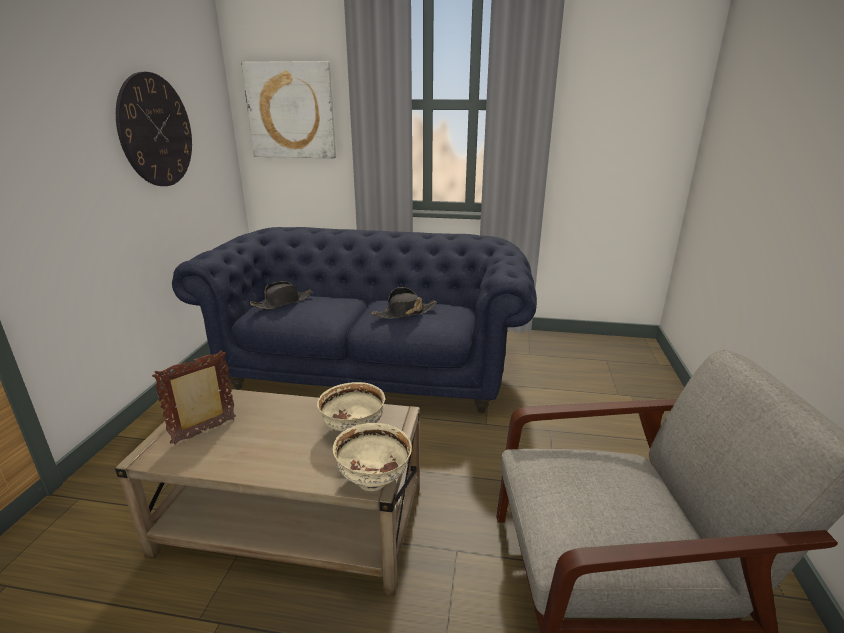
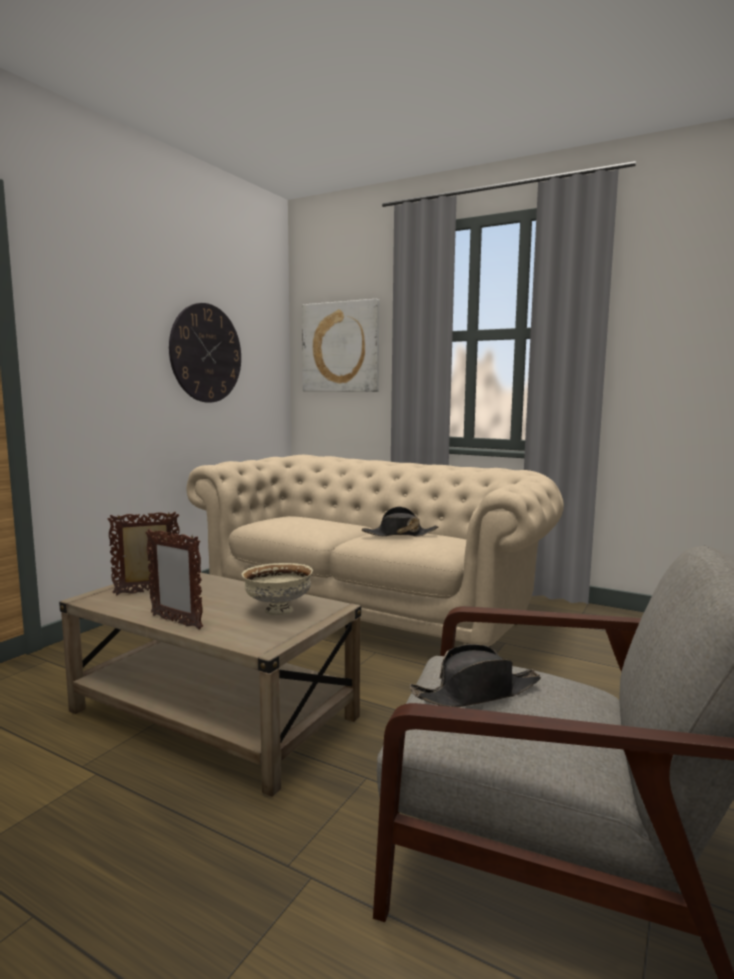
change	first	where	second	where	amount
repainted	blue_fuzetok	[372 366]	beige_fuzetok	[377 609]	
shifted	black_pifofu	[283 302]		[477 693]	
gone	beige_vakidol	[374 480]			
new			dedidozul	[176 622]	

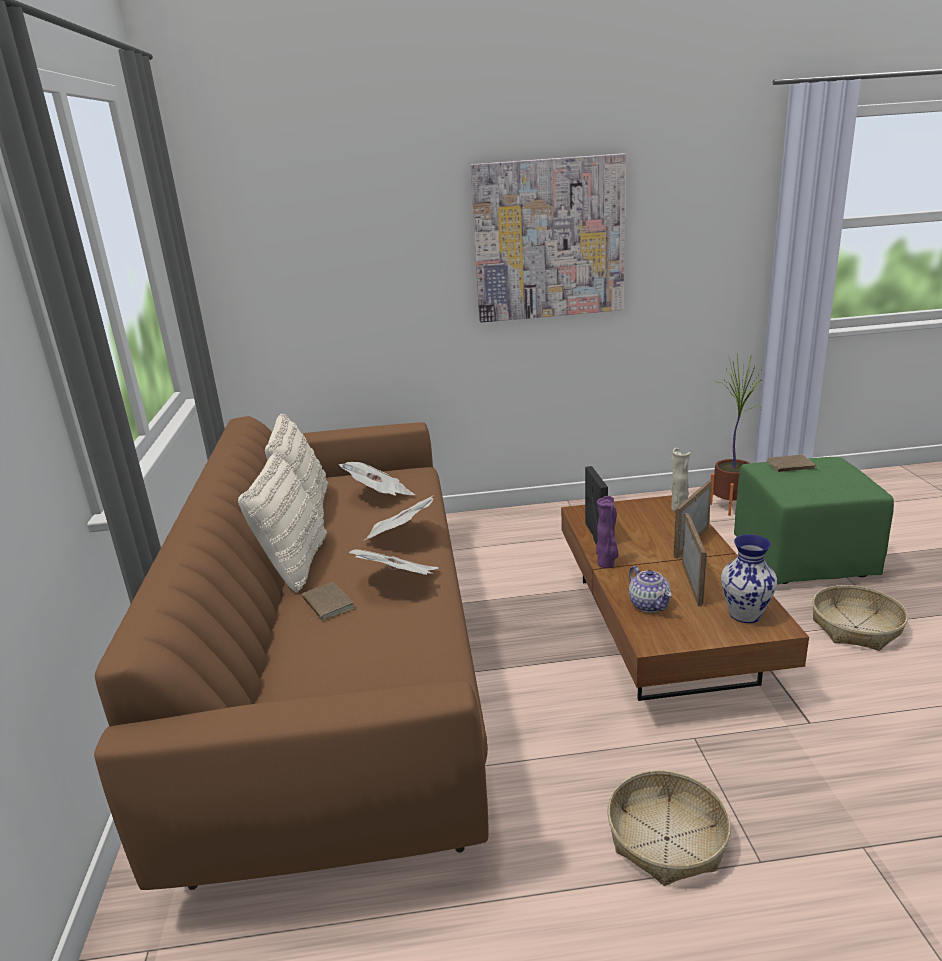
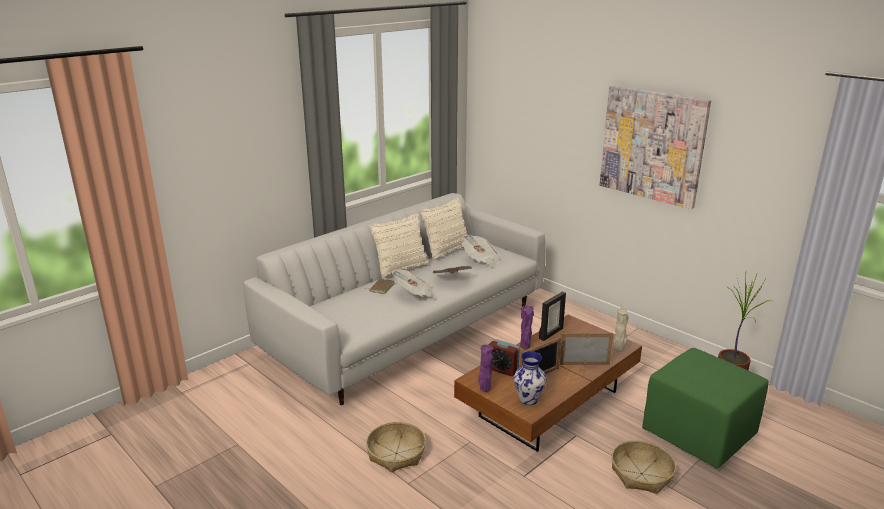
change	first	where	second	where	amount
repainted	brown_fuzetok	[343 669]	white_fuzetok	[408 331]	
swapped	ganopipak	[649 604]	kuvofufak	[502 369]	
gone	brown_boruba	[790 466]			
new			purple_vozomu	[484 389]	

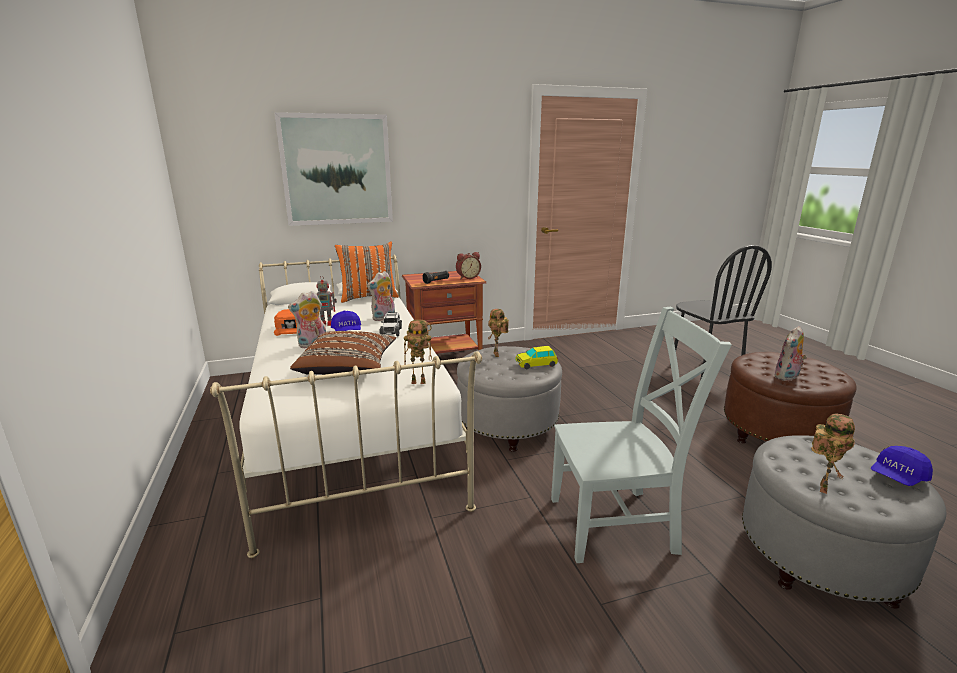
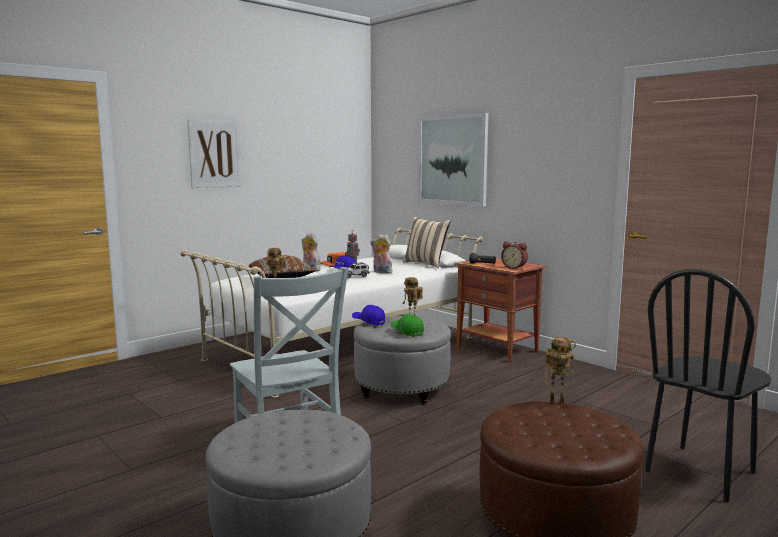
change	first	where	second	where	amount
repainted	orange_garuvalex	[368 297]	beige_garuvalex	[426 264]	
swapped	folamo	[536 364]	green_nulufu	[407 332]	
gone	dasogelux	[787 377]			
shifted	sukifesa	[820 487]		[557 401]	
shifted	blue_nulufu	[897 477]		[368 322]	
new			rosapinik	[215 154]	

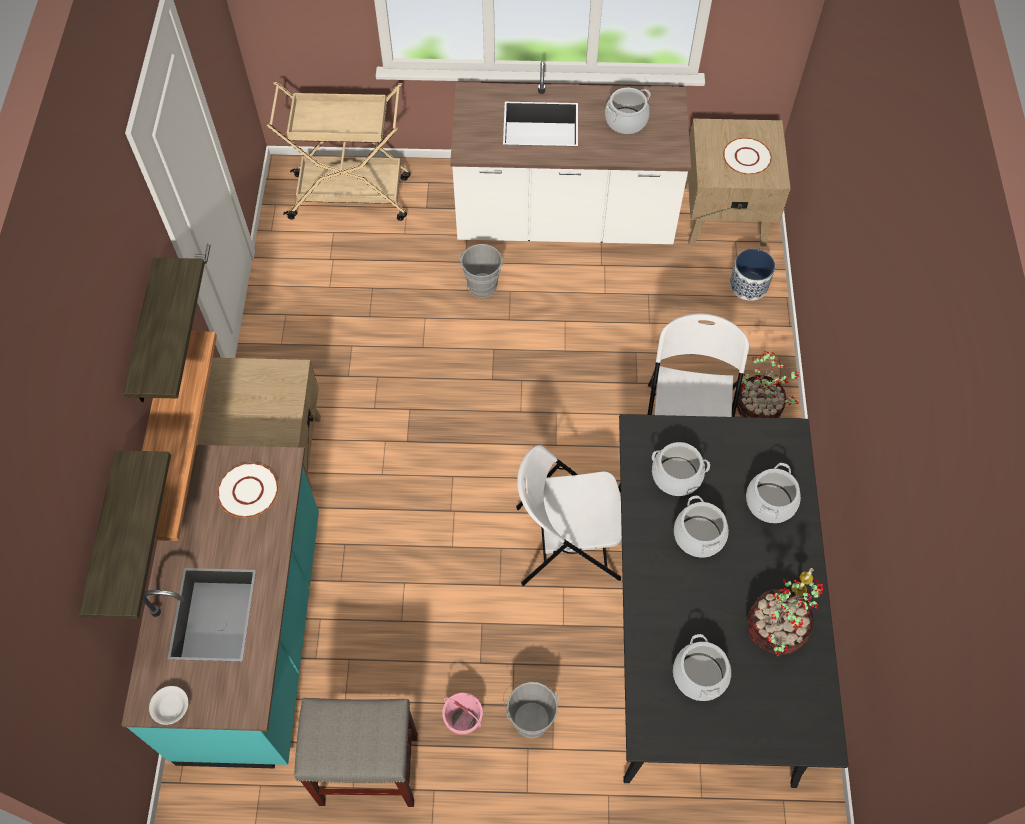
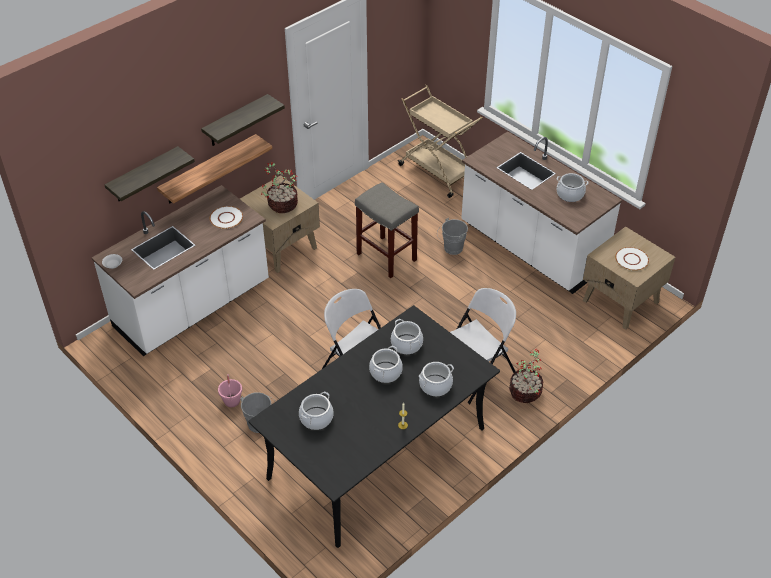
change	first	where	second	where	amount
repainted	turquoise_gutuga	[255 636]	white_gutuga	[193 306]	
shifted	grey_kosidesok	[367 770]		[385 257]	
gone	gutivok	[748 285]			
shifted	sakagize	[775 630]		[281 205]	

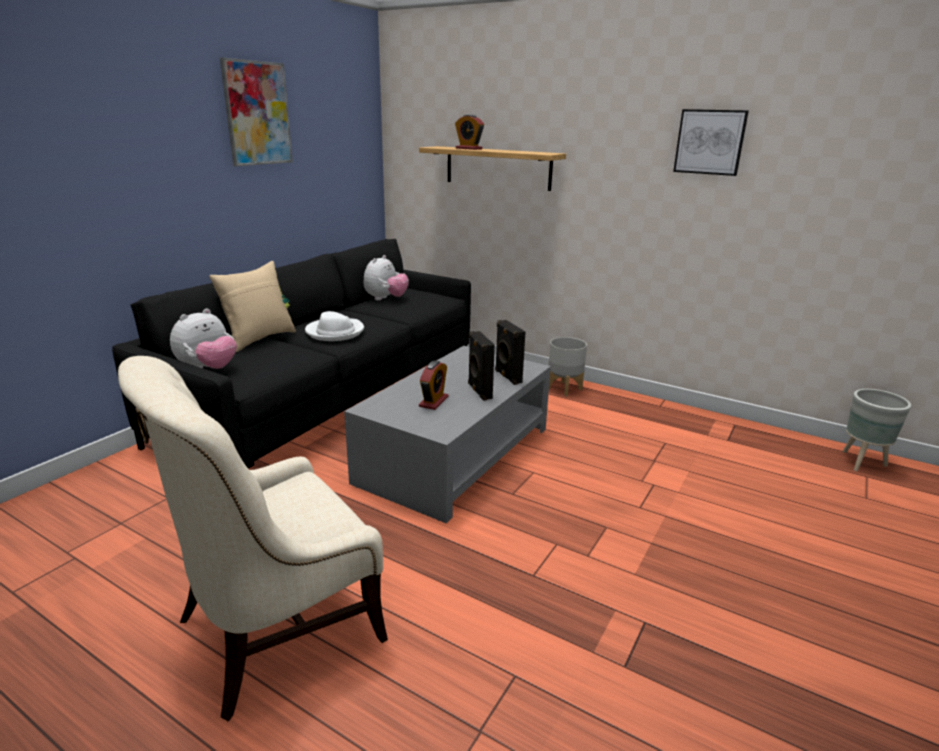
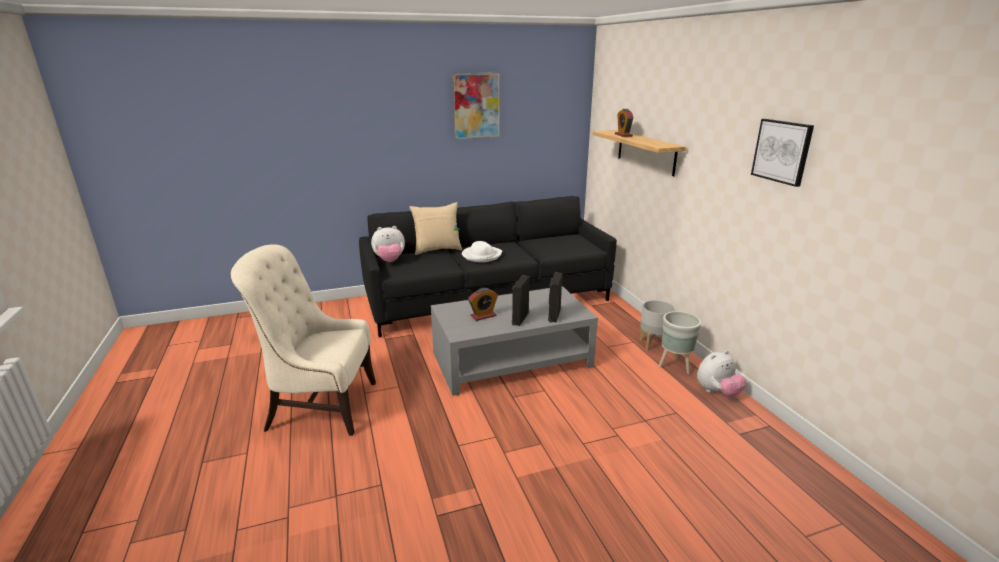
change	first	where	second	where	amount
shifted	dasogelux	[386 299]		[717 392]	
shifted	grey_gutivok	[862 463]		[674 366]	

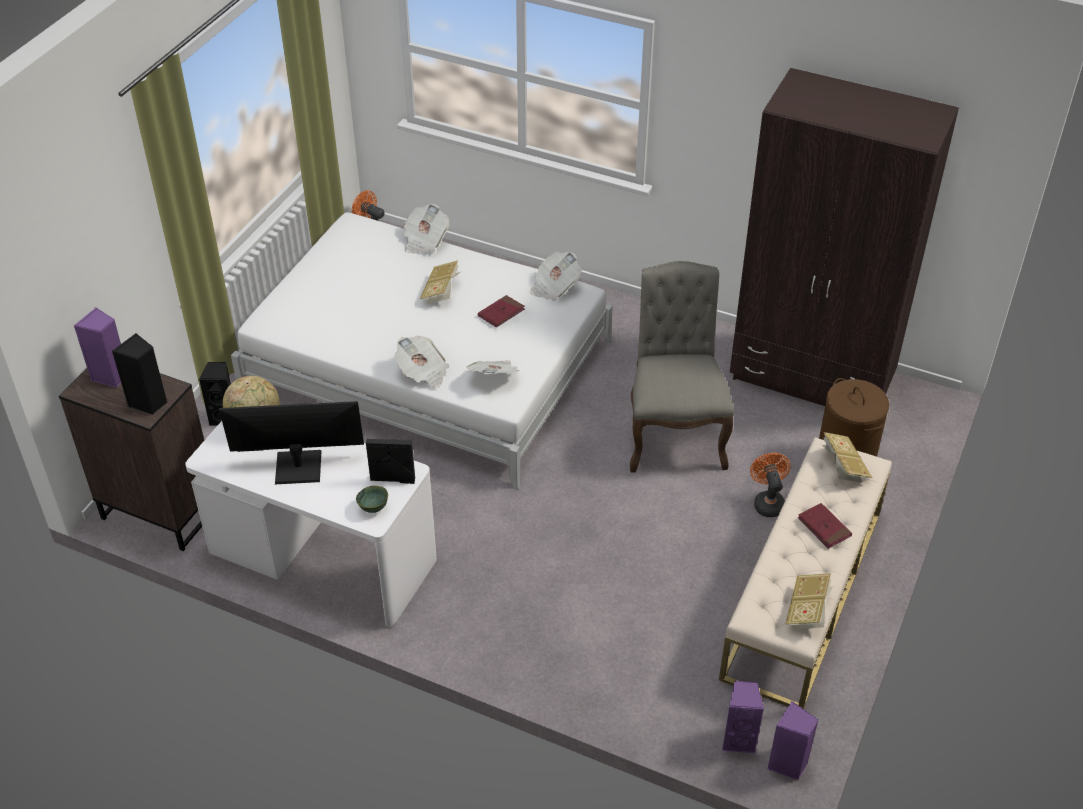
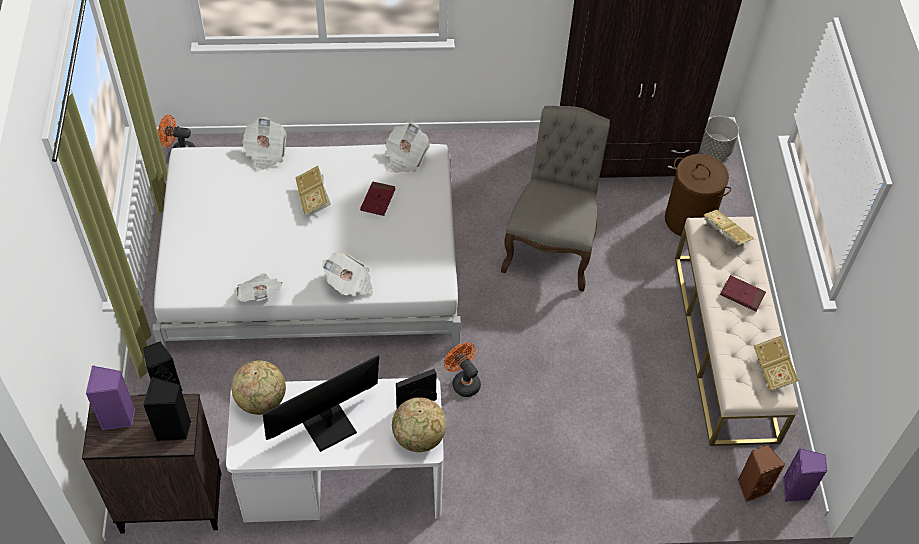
change	first	where	second	where	amount
swapped	green_vakidol	[373 509]	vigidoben	[419 437]	
shifted	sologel	[494 377]		[259 295]	
rotated	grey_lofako	[674 435]		[551 248]	45 degrees clockwise
repainted	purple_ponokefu	[738 739]	brown_ponokefu	[751 487]	
shifted	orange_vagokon	[767 502]		[463 381]	
new			grey_gutivok	[715 149]	

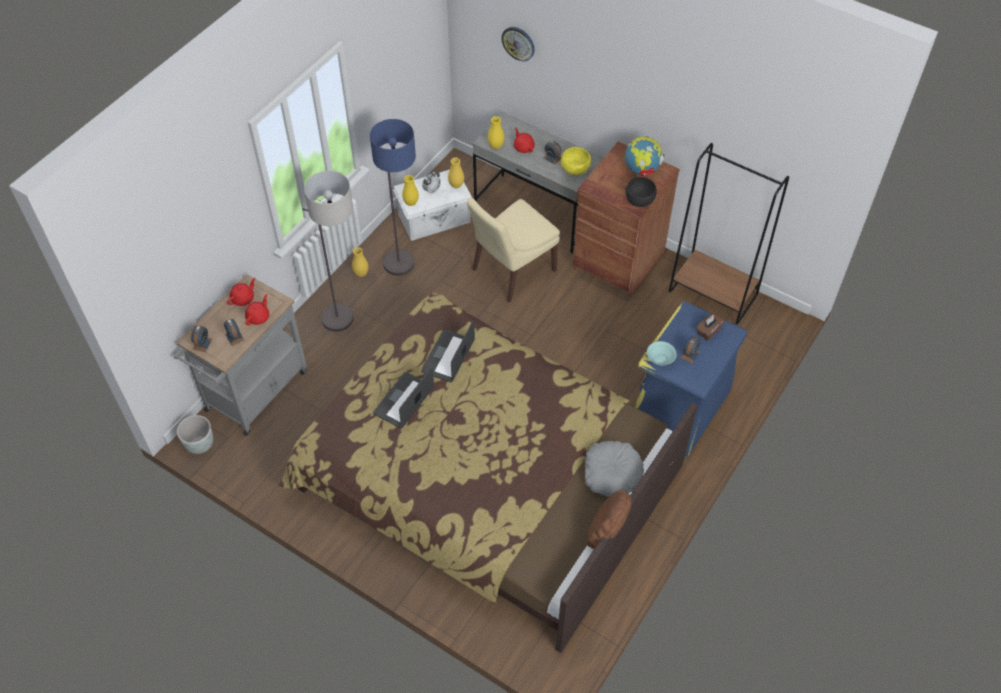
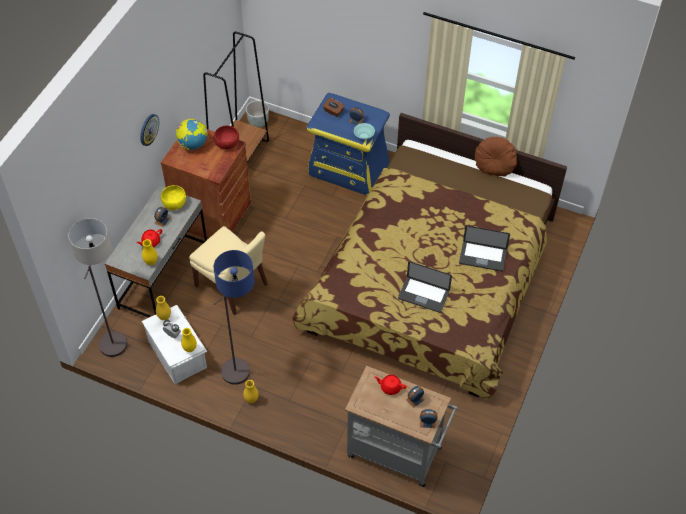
change	first	where	second	where	amount
shifted	grey_gutivok	[200 444]		[258 122]	
gone	red_ganopipak	[243 298]			
shifted	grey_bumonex	[346 321]		[116 337]	
shifted	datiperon	[448 356]		[482 257]	
shifted	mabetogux	[518 43]		[148 129]	
gone	grey_garuvalex	[613 474]			
repainted	black_vakidol	[639 200]	red_vakidol	[227 144]	

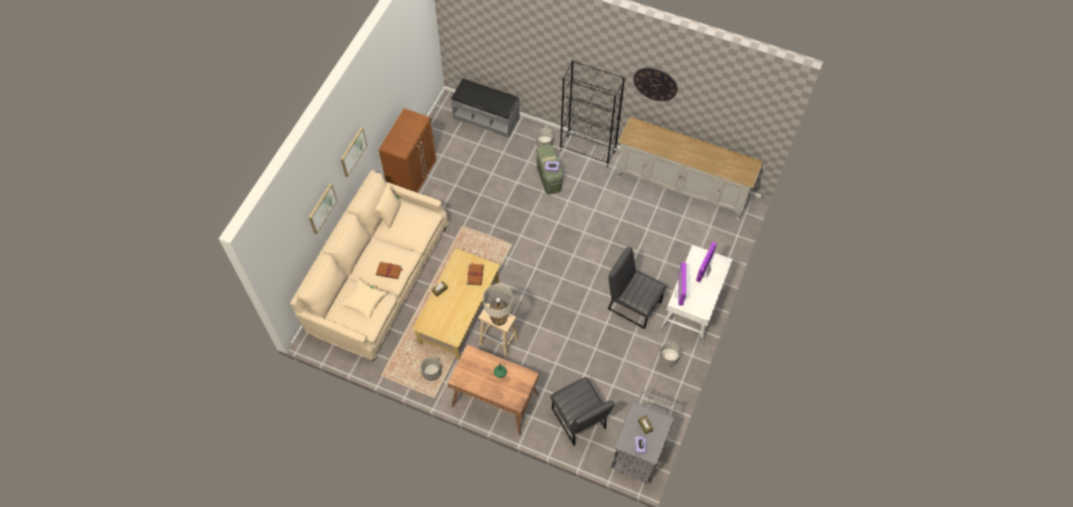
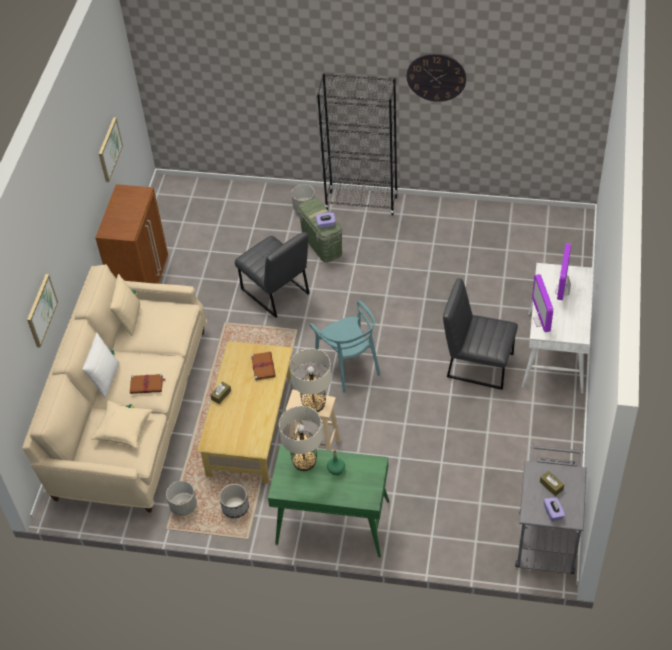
change	first	where	second	where	amount
shifted	rosapinik	[353 151]		[109 149]	
repainted	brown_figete	[495 401]	green_figete	[332 523]	
gone	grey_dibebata	[486 118]			
shifted	grey_lofako	[579 420]		[276 292]	
gone	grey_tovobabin	[681 188]			
shifted	grey_gutivok	[669 359]		[183 506]	
new			white_garuvalex	[105 379]	
new			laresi	[304 461]	
new			turquoise_lofako	[349 366]	

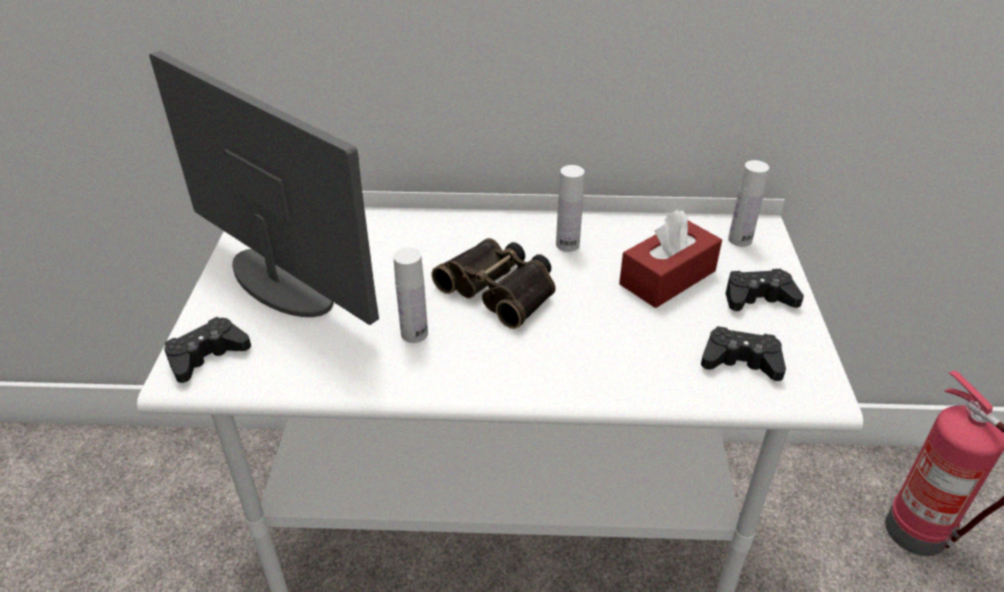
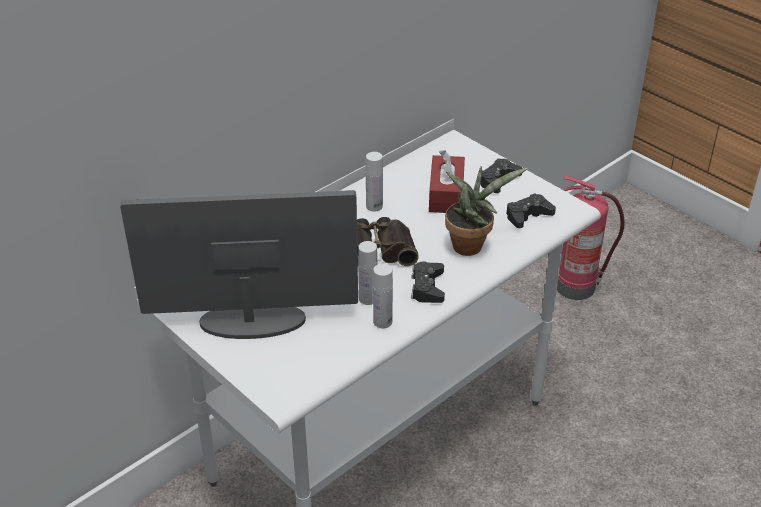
change	first	where	second	where	amount
shifted	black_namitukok	[207 356]		[427 287]	
shifted	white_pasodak	[740 239]		[382 321]	
new			sakagize	[470 244]	

